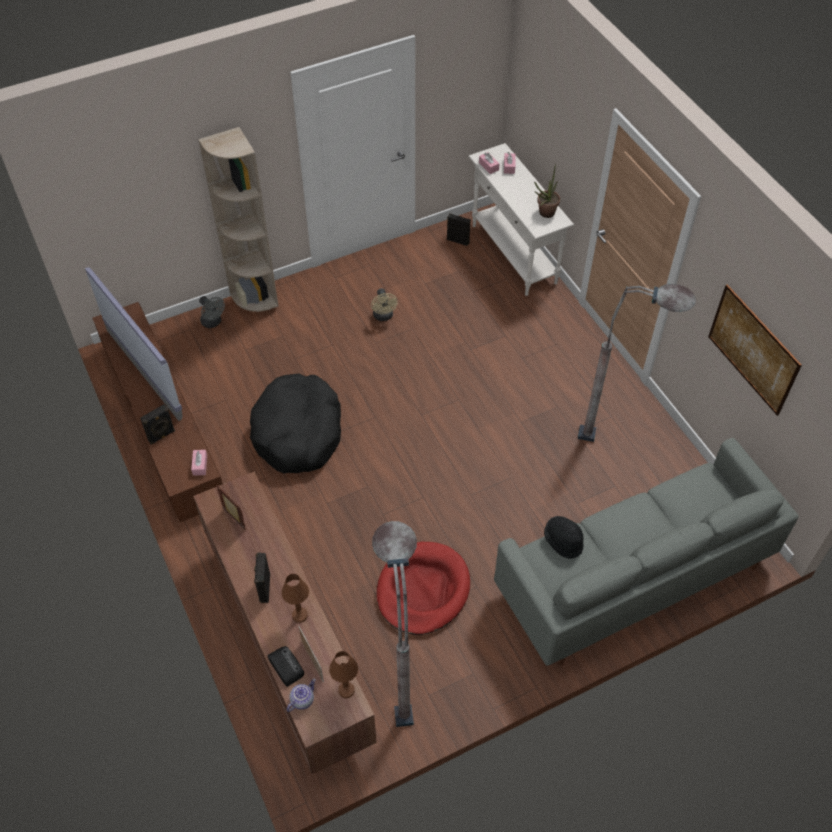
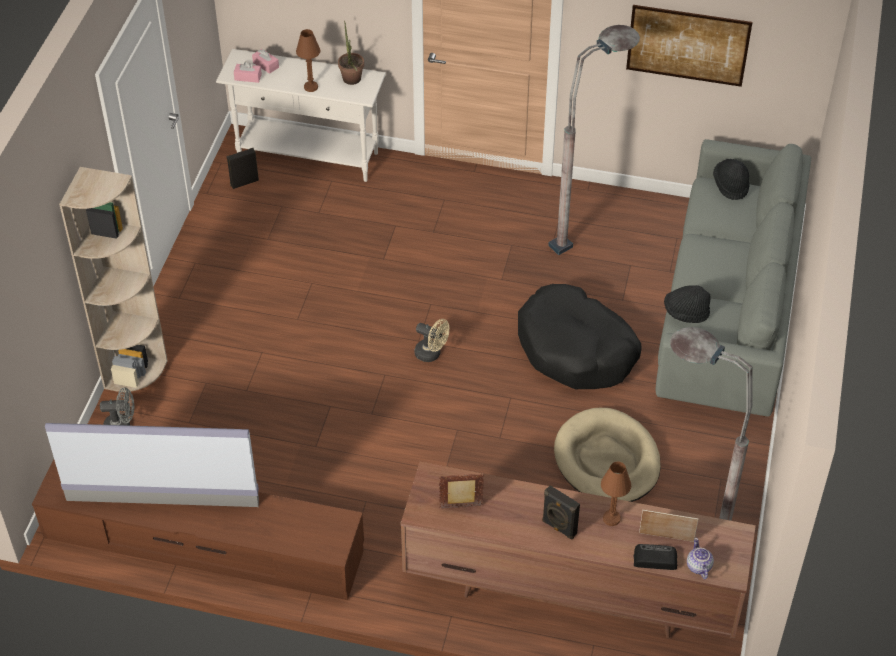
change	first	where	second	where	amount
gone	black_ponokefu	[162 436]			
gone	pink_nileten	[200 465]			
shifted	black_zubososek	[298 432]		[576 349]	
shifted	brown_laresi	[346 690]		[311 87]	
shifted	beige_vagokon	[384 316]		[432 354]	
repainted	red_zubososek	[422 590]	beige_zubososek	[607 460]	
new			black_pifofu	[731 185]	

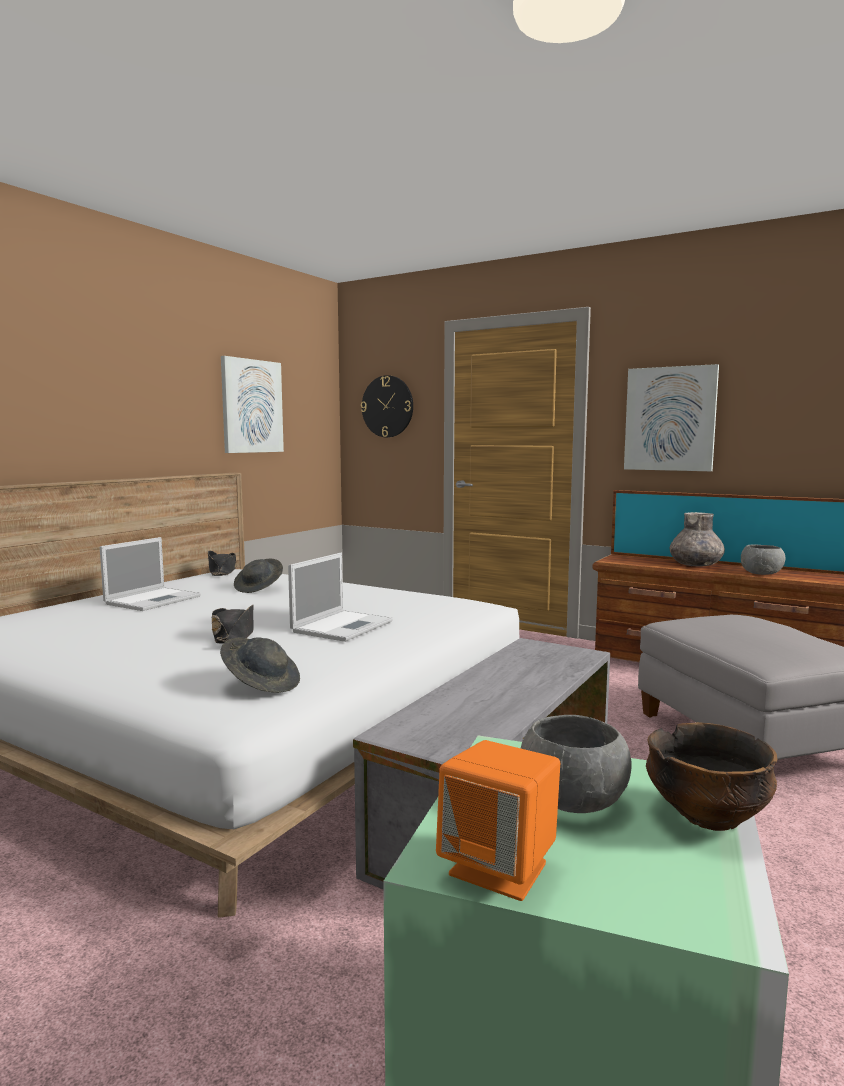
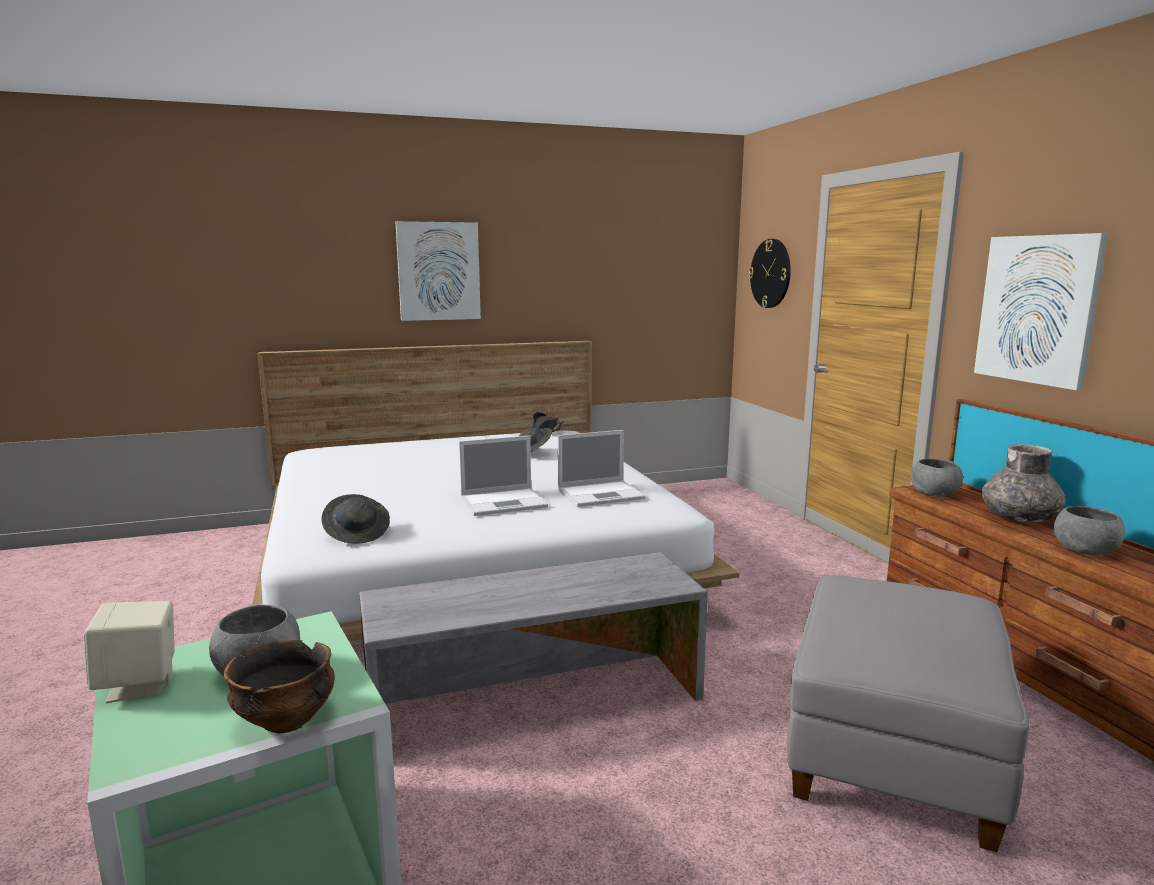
change	first	where	second	where	amount
shifted	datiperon	[154 599]		[602 494]	
gone	black_pifofu	[234 636]			
shifted	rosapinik	[251 406]		[438 271]	
repainted	orange_ponokefu	[500 868]	beige_ponokefu	[139 685]	
new			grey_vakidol	[933 494]	

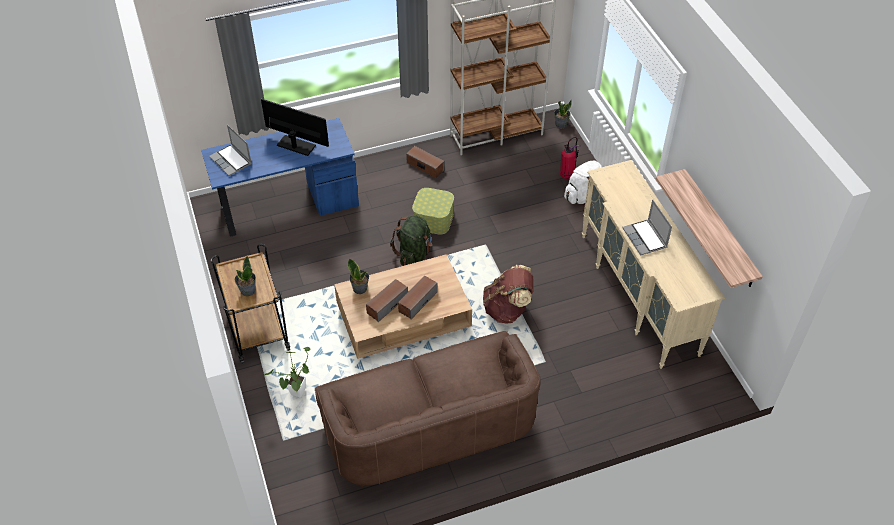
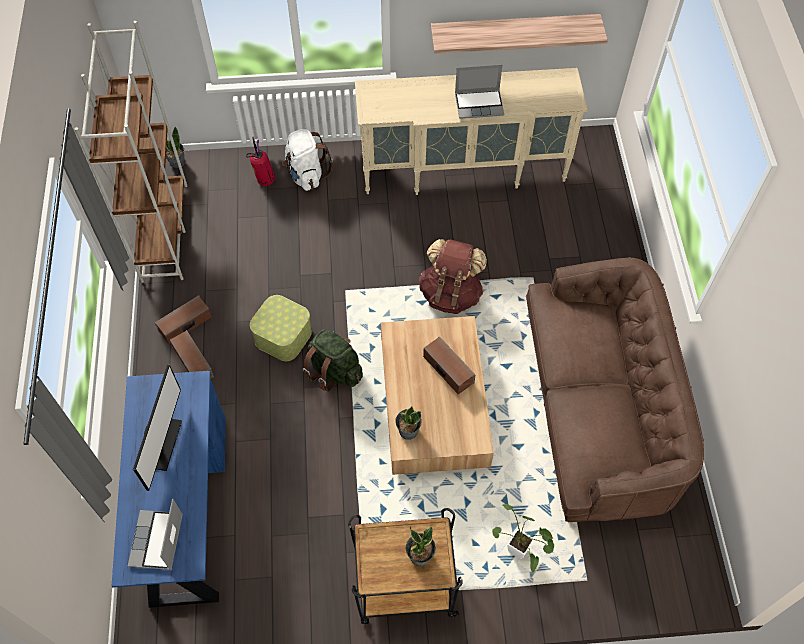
change	first	where	second	where	amount
rotated	datiperon	[231 161]		[157 541]	120 degrees clockwise
rotated	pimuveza	[296 145]		[162 443]	150 degrees clockwise
shifted	ponokefu	[387 304]		[193 362]	

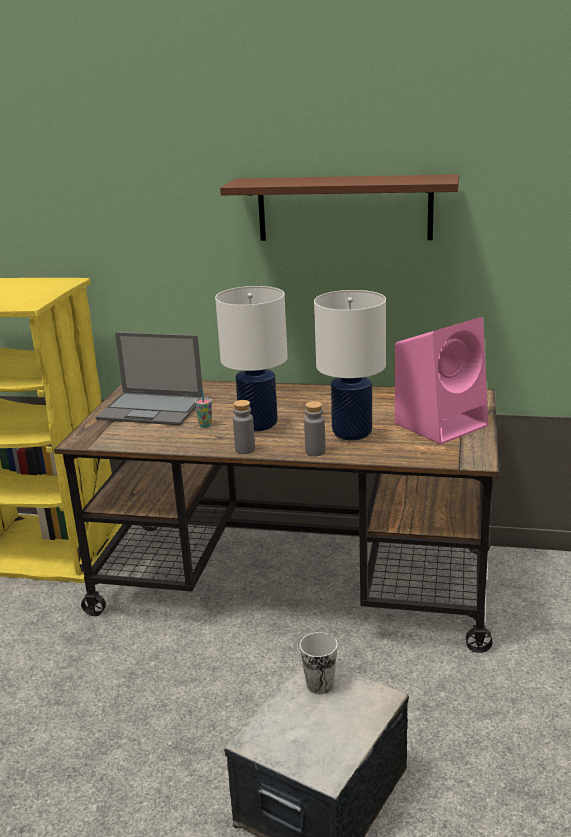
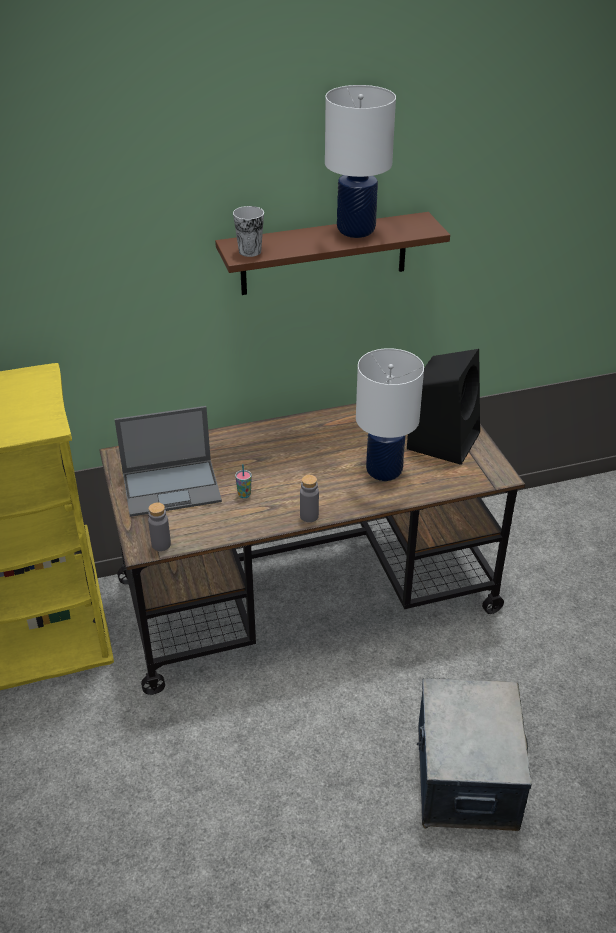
change	first	where	second	where	amount
shifted	white_laresi	[258 426]		[355 233]	
shifted	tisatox	[320 684]		[250 251]	
shifted	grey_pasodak	[315 452]		[161 544]	
repainted	pink_ponokefu	[442 423]	black_ponokefu	[443 439]	

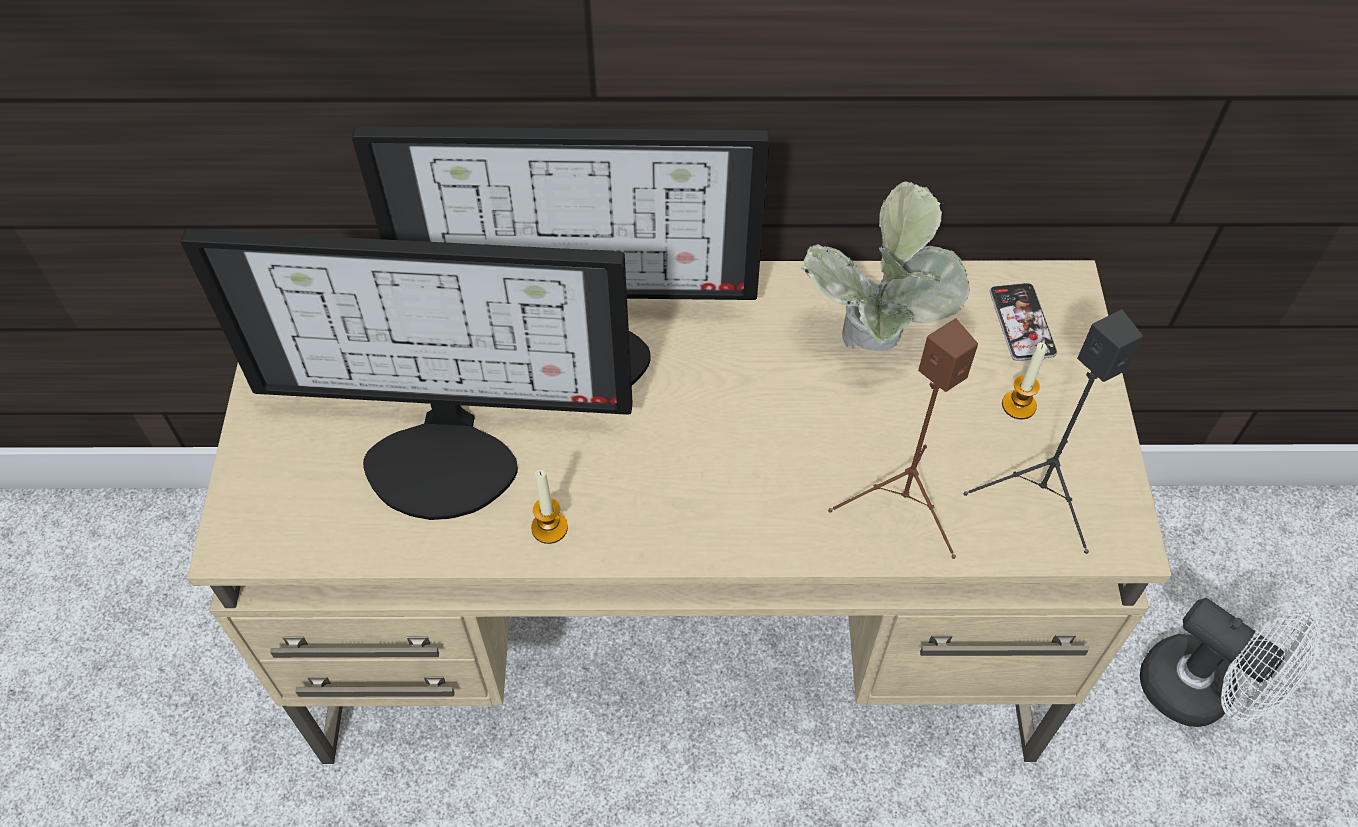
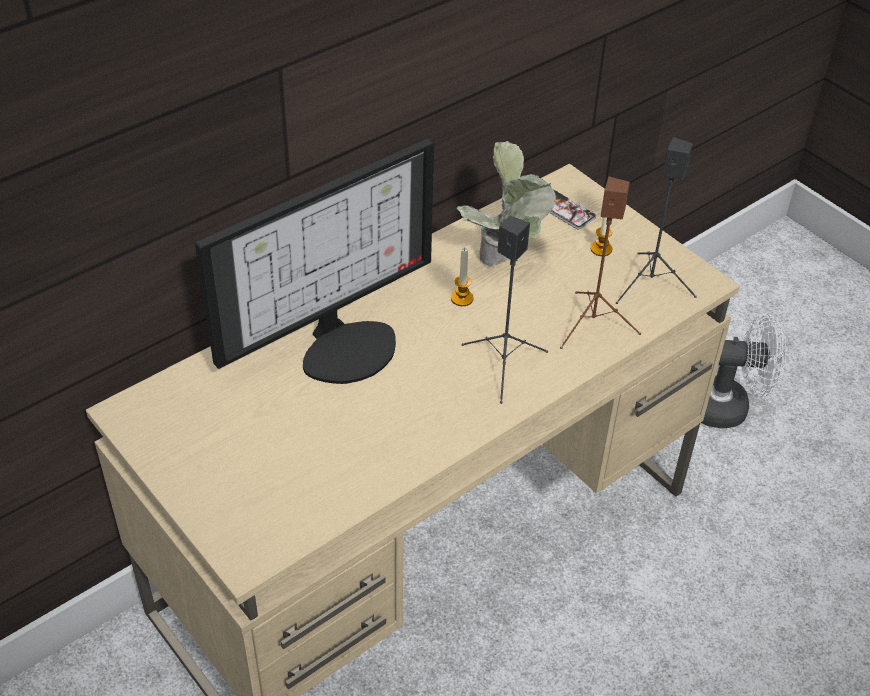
change	first	where	second	where	amount
gone	pimuveza	[445 454]			
shifted	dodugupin	[549 528]		[462 298]	
new			black_ponokefu	[504 365]	

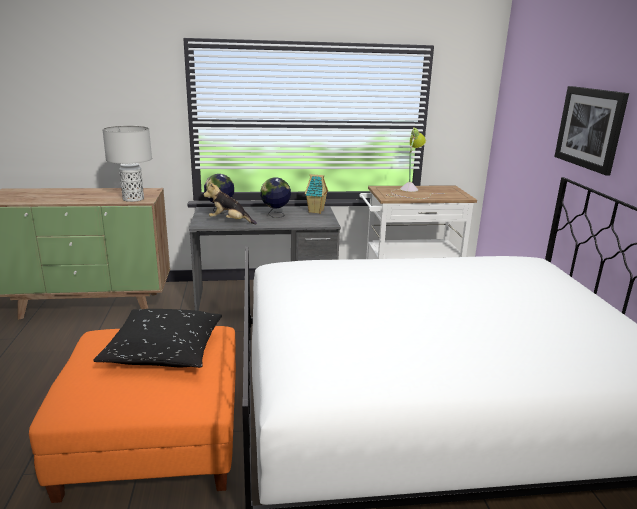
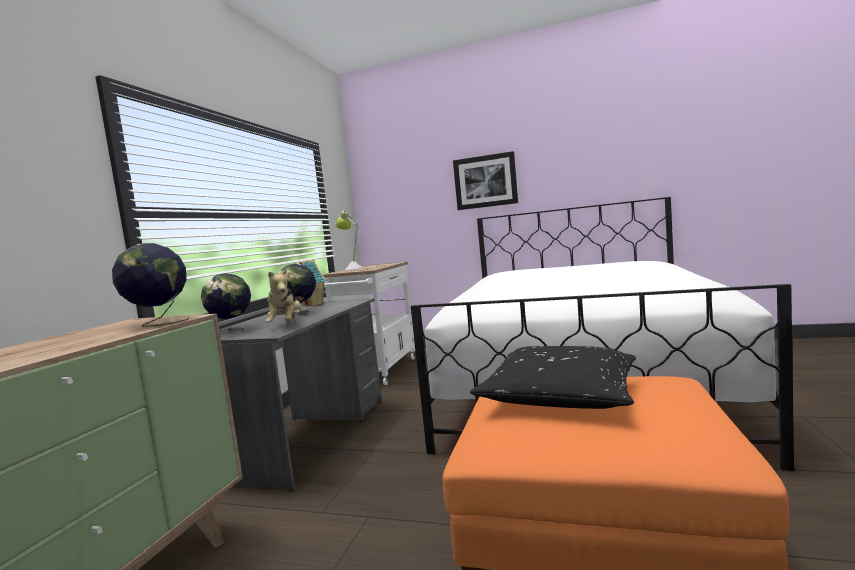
change	first	where	second	where	amount
swapped	white_laresi	[132 199]	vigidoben	[158 323]	
rotated	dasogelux	[229 222]		[286 325]	45 degrees counterclockwise

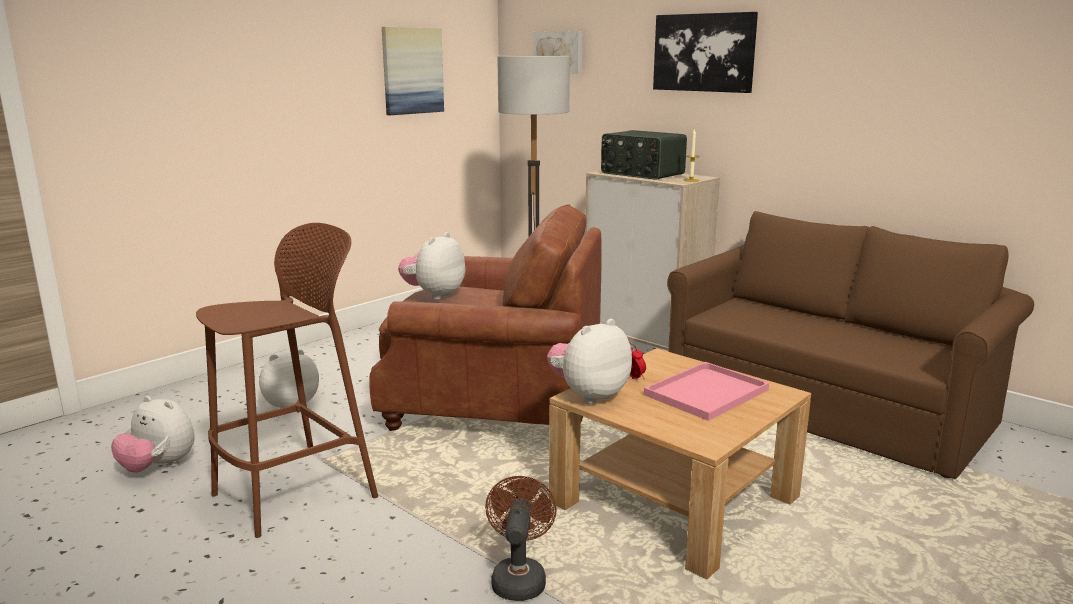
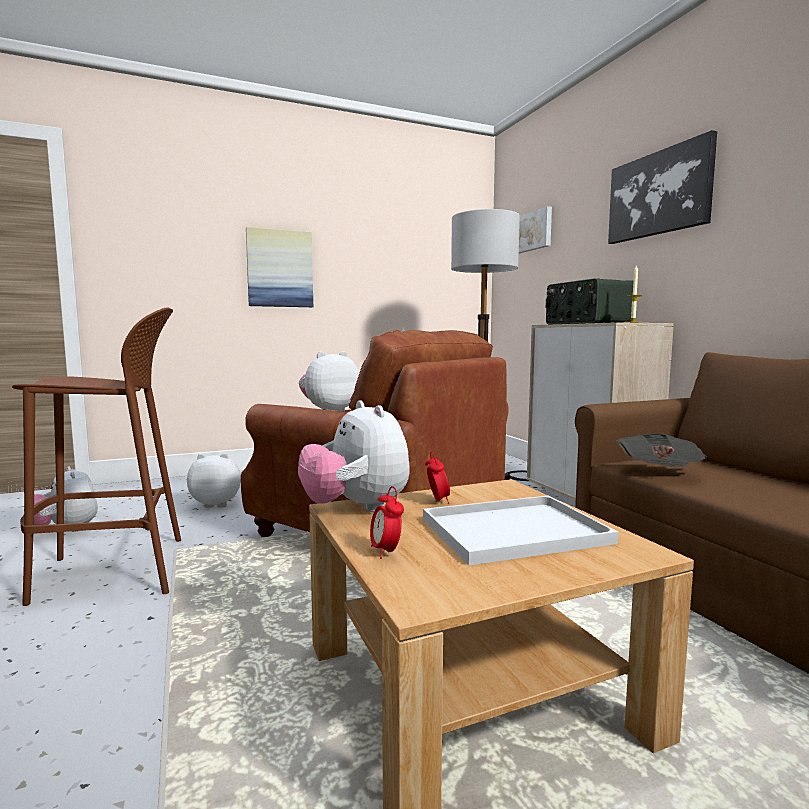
change	first	where	second	where	amount
shifted	rosapinik	[412 71]		[280 269]	
gone	brown_vagokon	[519 578]			
rotated	dasogelux	[589 395]		[356 509]	105 degrees counterclockwise
repainted	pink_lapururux	[706 393]	white_lapururux	[512 532]	
new			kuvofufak	[386 552]	
new			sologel	[659 473]	

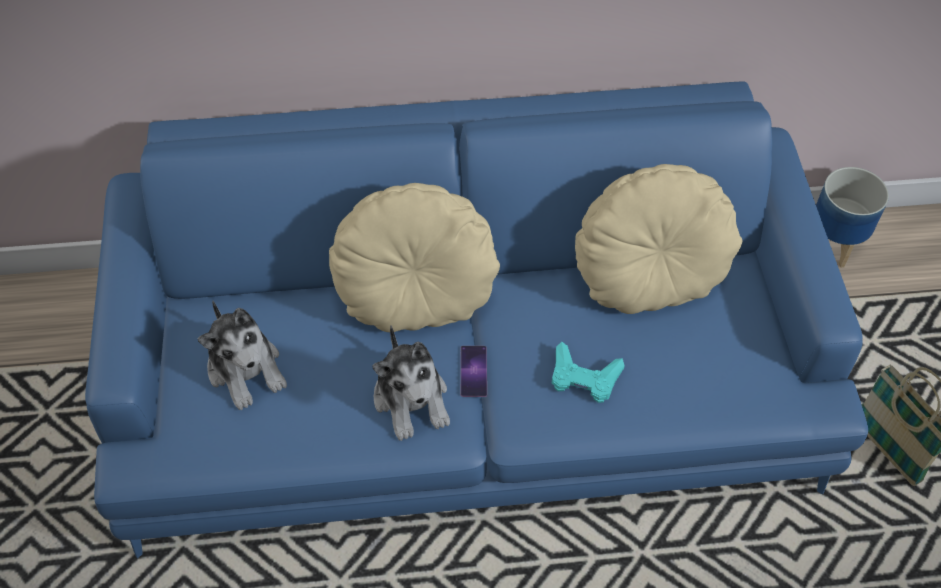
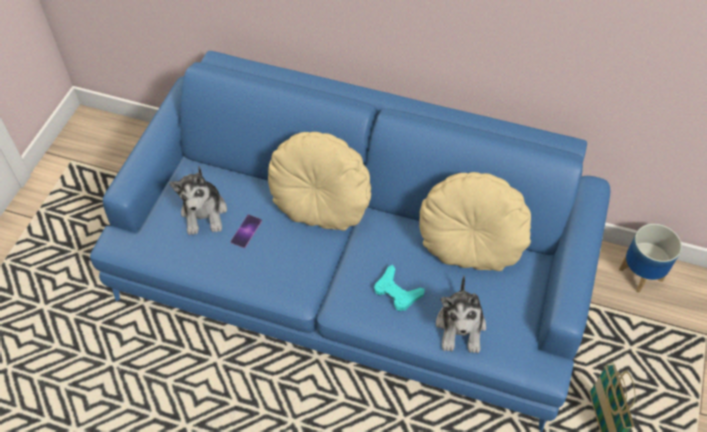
change	first	where	second	where	amount
shifted	dasogelux	[412 399]		[461 327]	
shifted	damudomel	[473 371]		[246 231]	

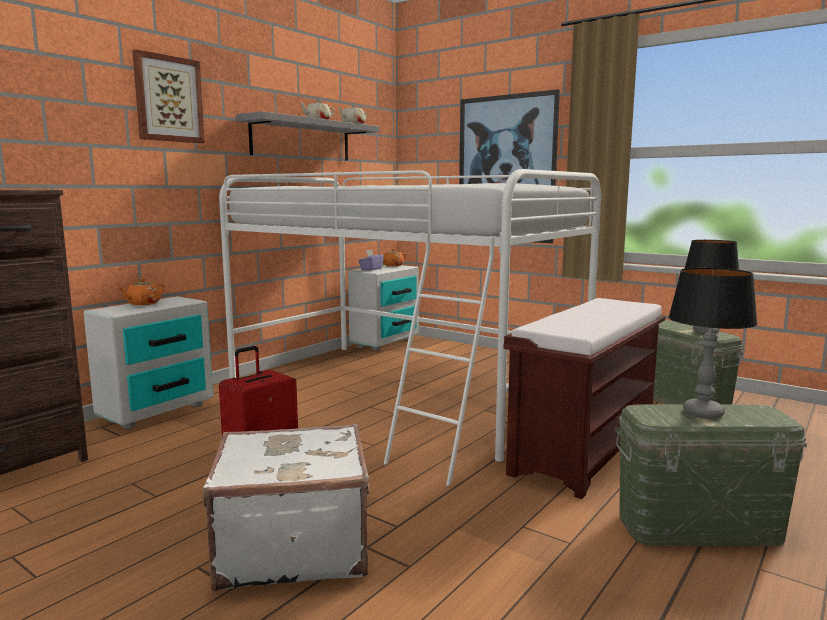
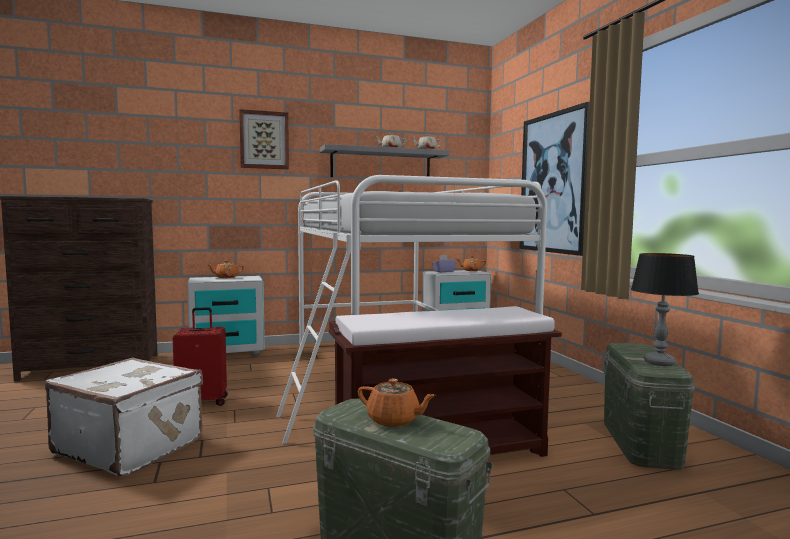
change	first	where	second	where	amount
swapped	laresi	[702 413]	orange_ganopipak	[394 420]	

